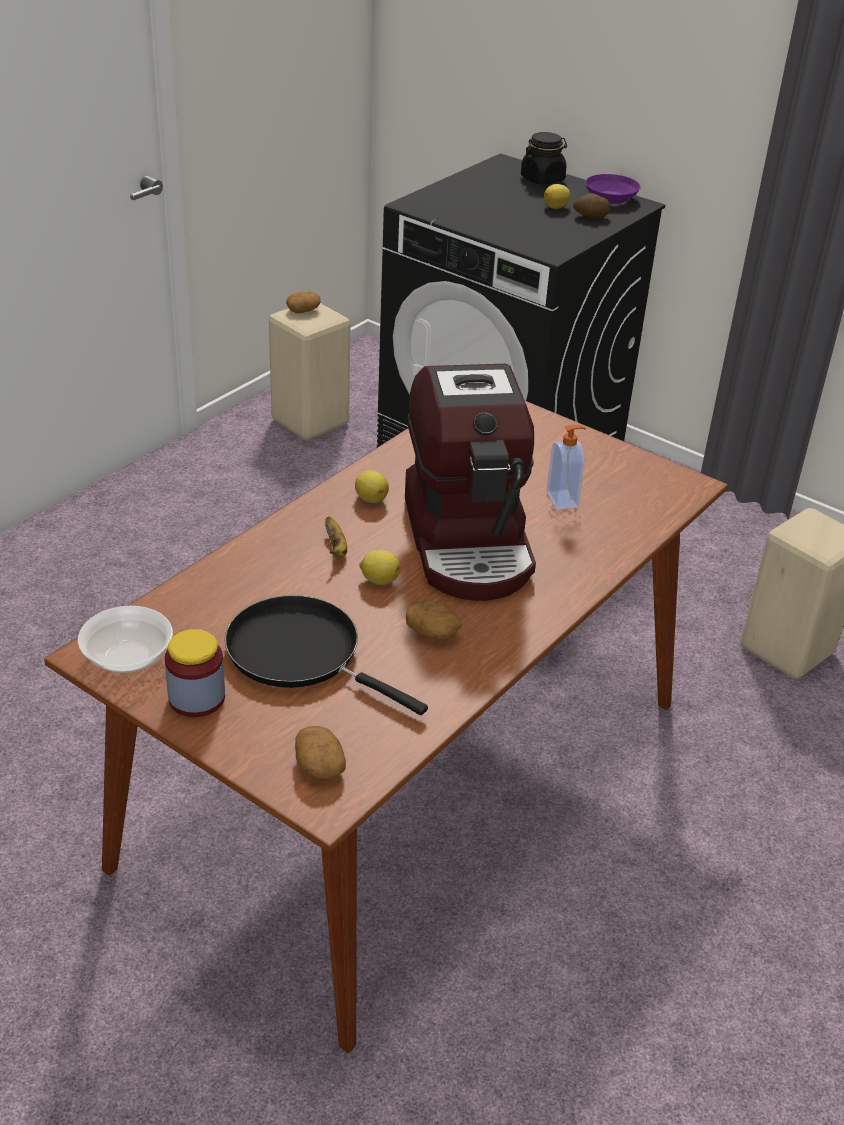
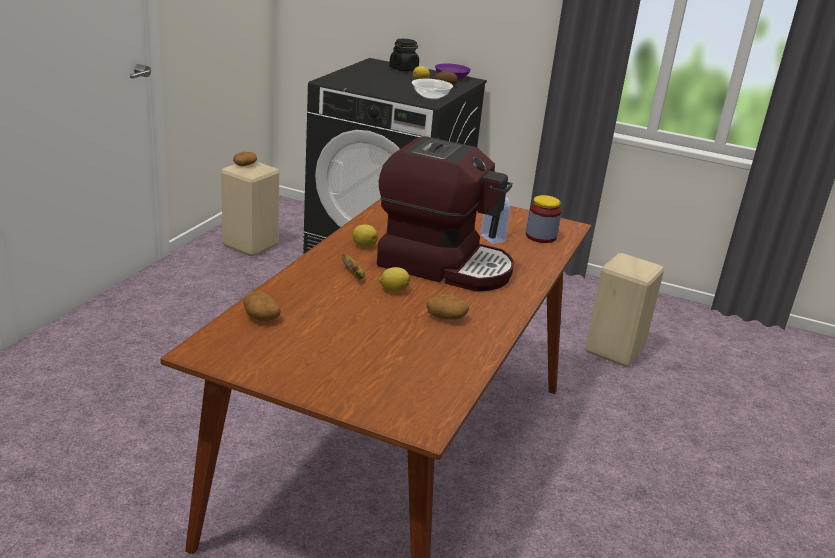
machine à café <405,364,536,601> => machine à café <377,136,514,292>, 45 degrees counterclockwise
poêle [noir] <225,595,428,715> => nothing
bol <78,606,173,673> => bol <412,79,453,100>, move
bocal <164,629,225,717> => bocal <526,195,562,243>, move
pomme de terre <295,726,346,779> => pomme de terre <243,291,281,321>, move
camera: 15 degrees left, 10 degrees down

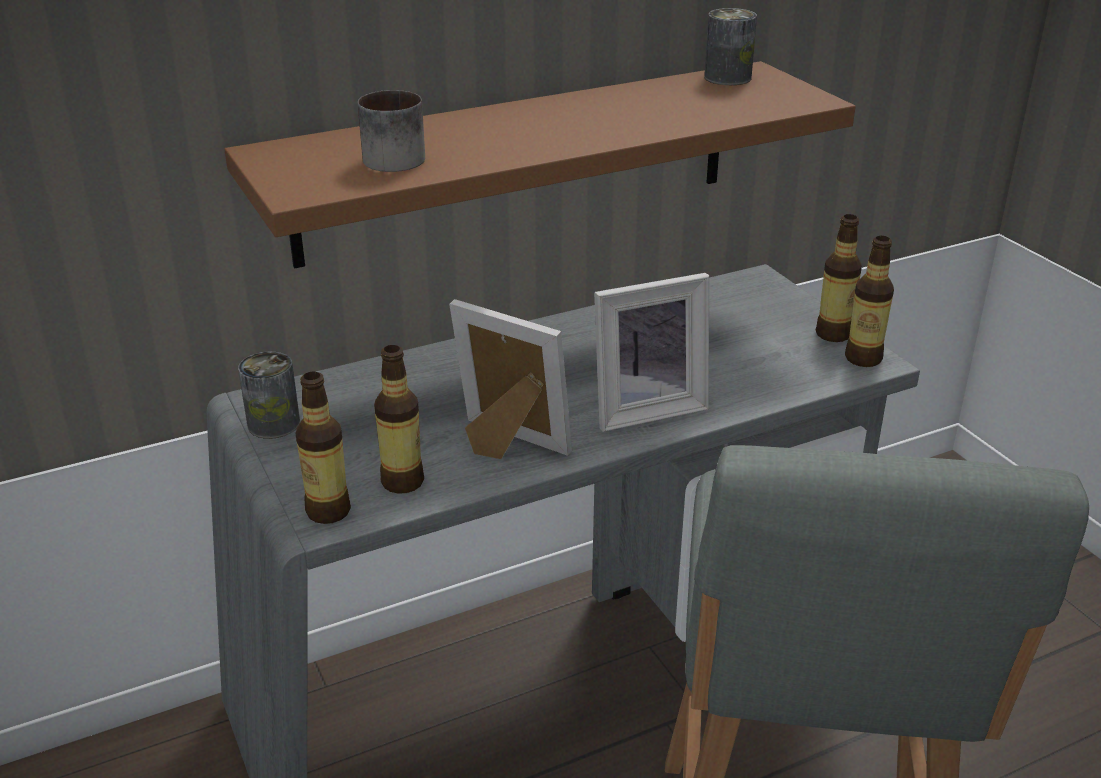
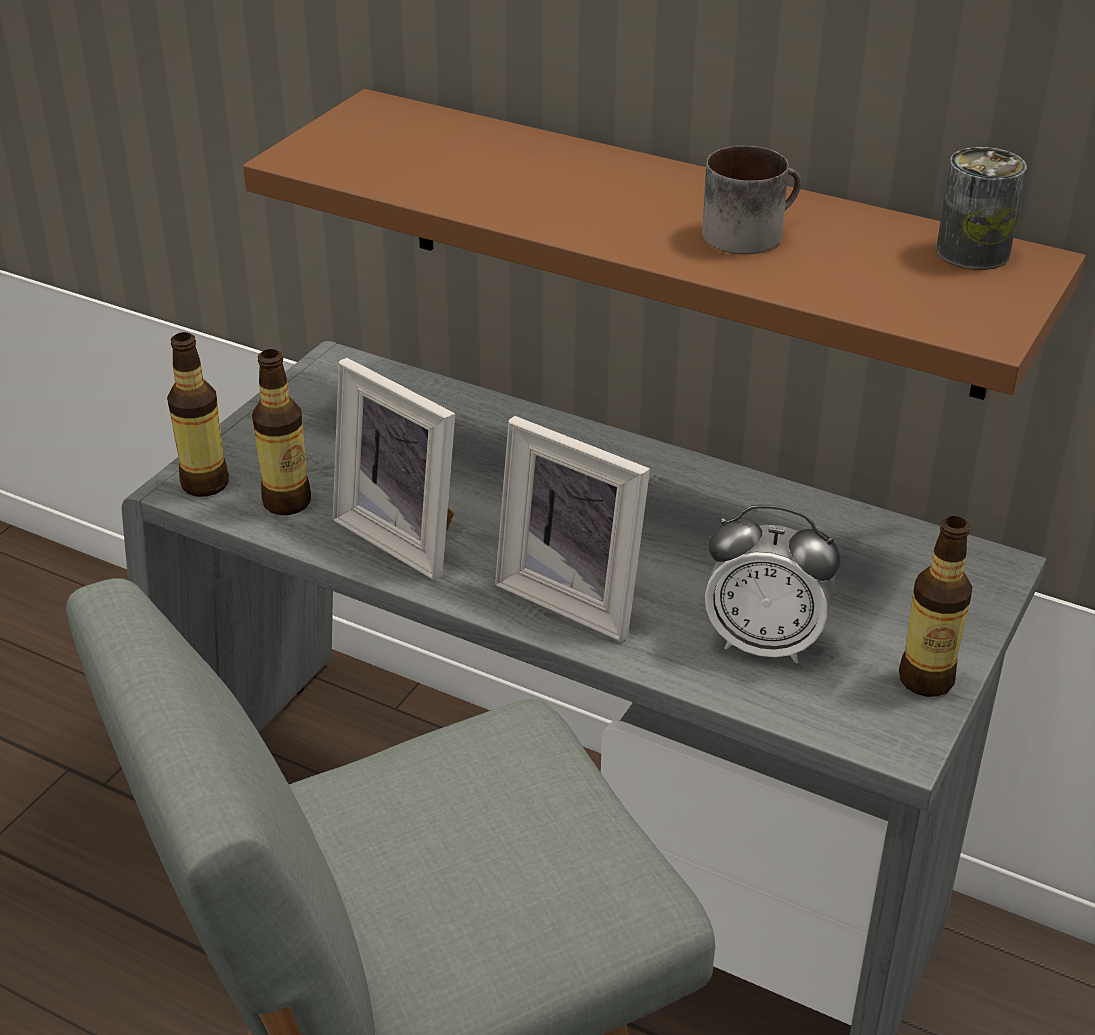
mug <358,90,425,172> => mug <702,146,801,254>, move
bouteille <845,236,894,367> => nothing
cadre photo <449,299,572,459> => cadre photo <333,358,455,580>, 135 degrees clockwise
boîte métallique <238,352,300,439> => nothing
nothing => réveil <705,505,840,663>
camera: 55 degrees right, 5 degrees up

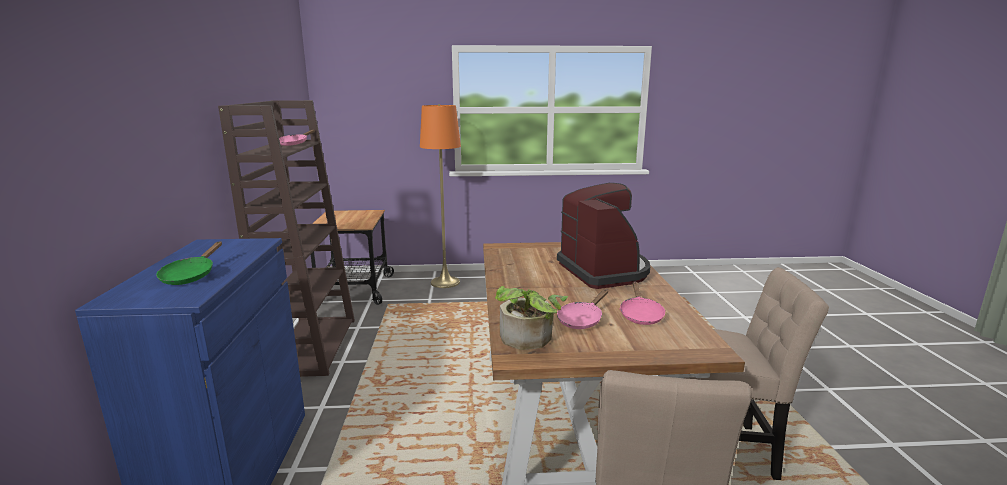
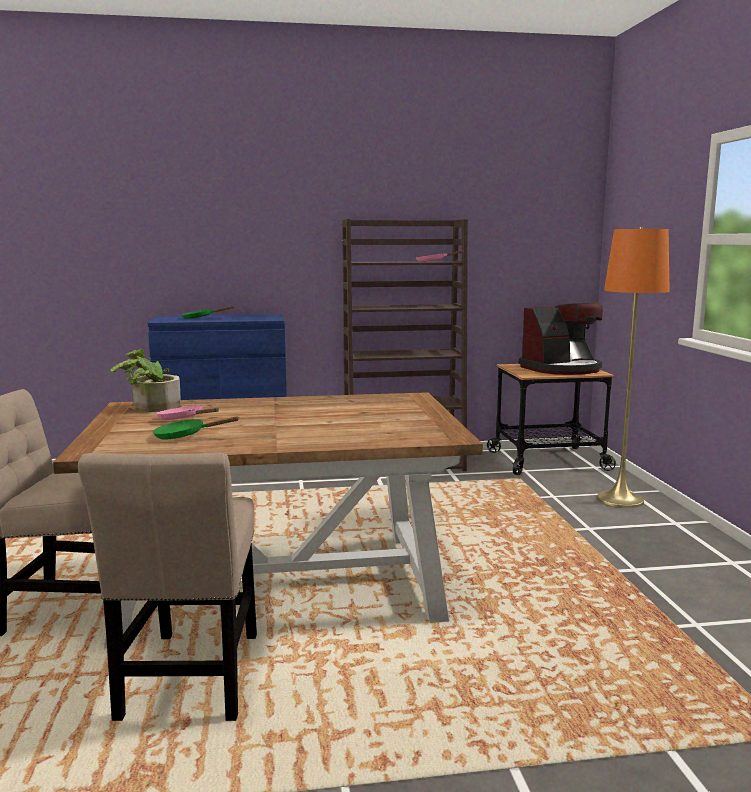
machine à café <557,183,650,289> => machine à café <519,303,603,375>, move
poêle [rose] <619,282,666,325> => poêle [vert] <153,416,240,440>
camera: 85 degrees right, 5 degrees down

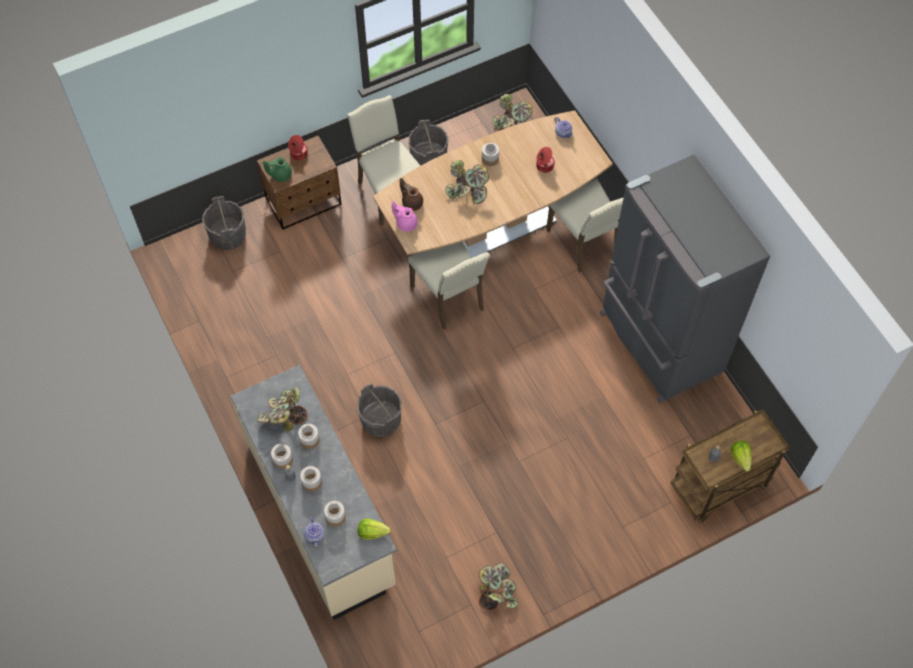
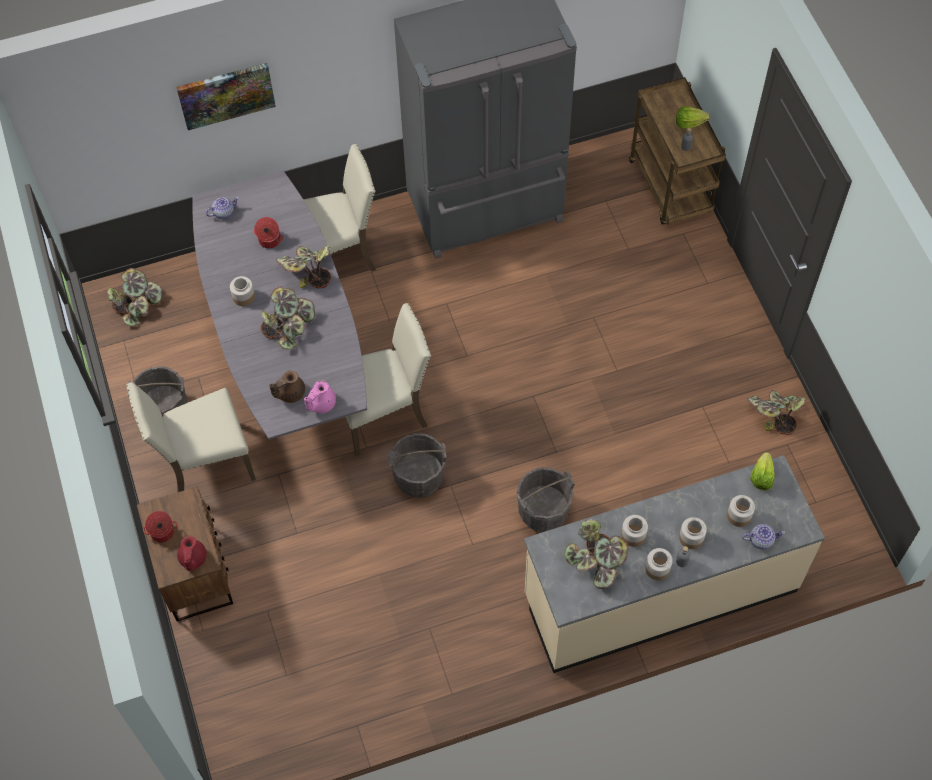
table à manger [marron] <373,110,613,258> => table à manger [gris] <192,171,367,440>
théière [vert] <263,157,292,182> => théière [rouge] <177,536,207,571>
seau [gris] <202,196,246,250> => seau [gris] <388,433,446,498>, move
nothing => tableau <176,63,276,130>
nothing => plante en pot <276,246,331,288>
camera: 80 degrees left, 0 degrees up

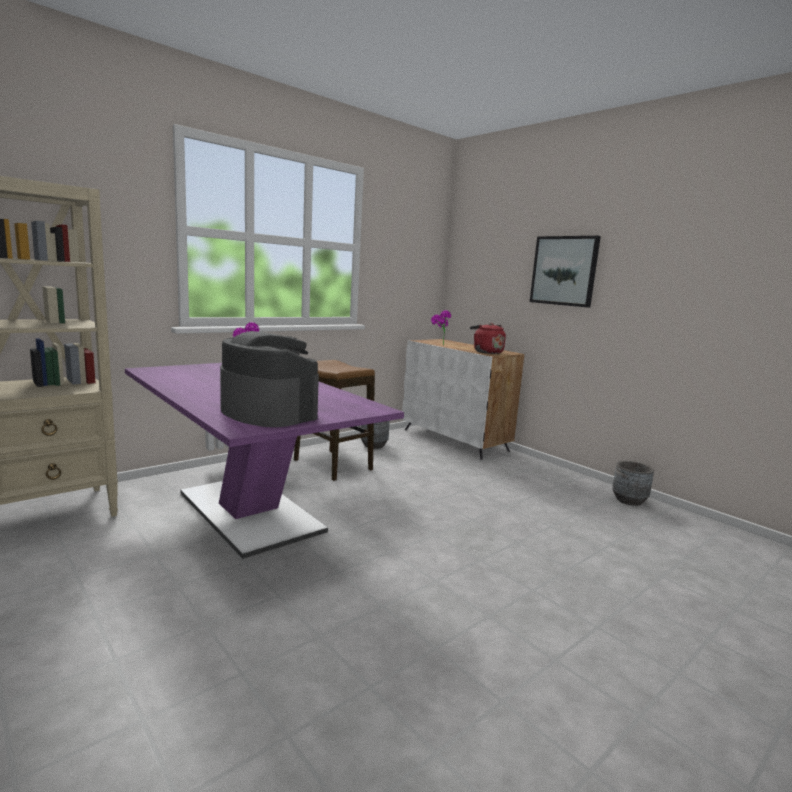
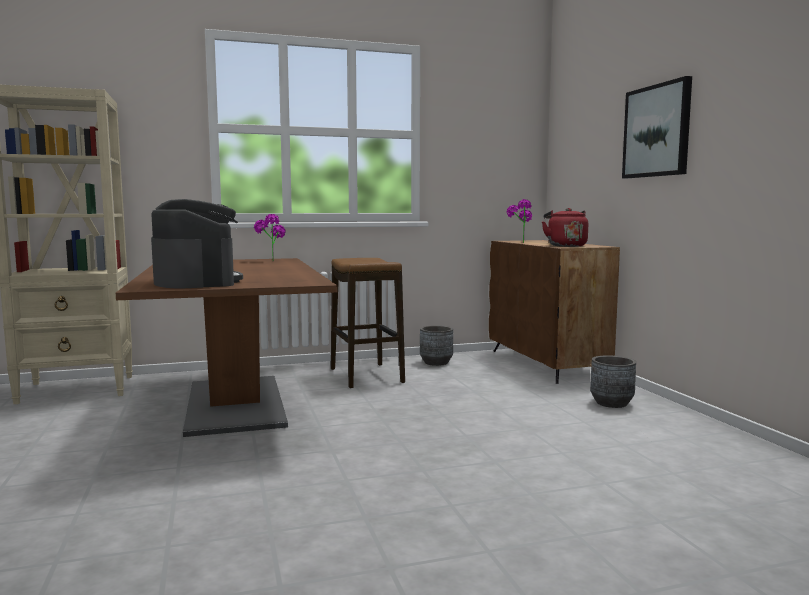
meuble de rangement [blanc] <402,339,524,460> => meuble de rangement [marron] <489,240,620,384>
table à manger [violet] <125,363,404,559> => table à manger [marron] <116,258,337,437>
cache-pot [gris] <612,461,654,506> => cache-pot [gris] <590,355,636,408>, move
camera: 25 degrees right, 5 degrees down

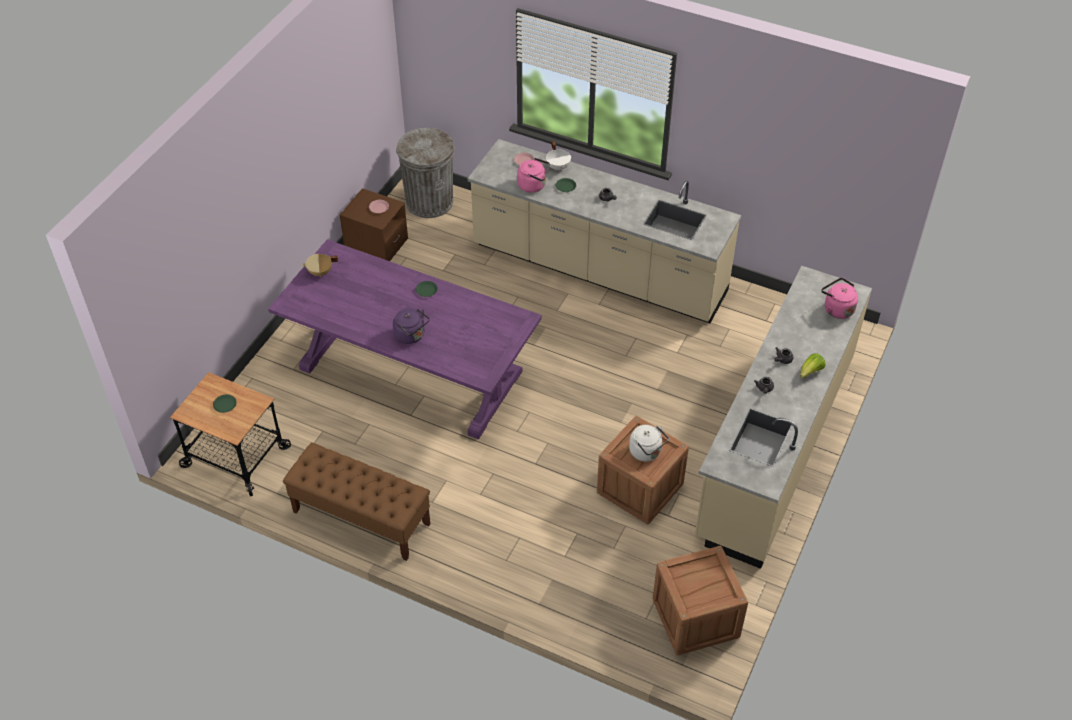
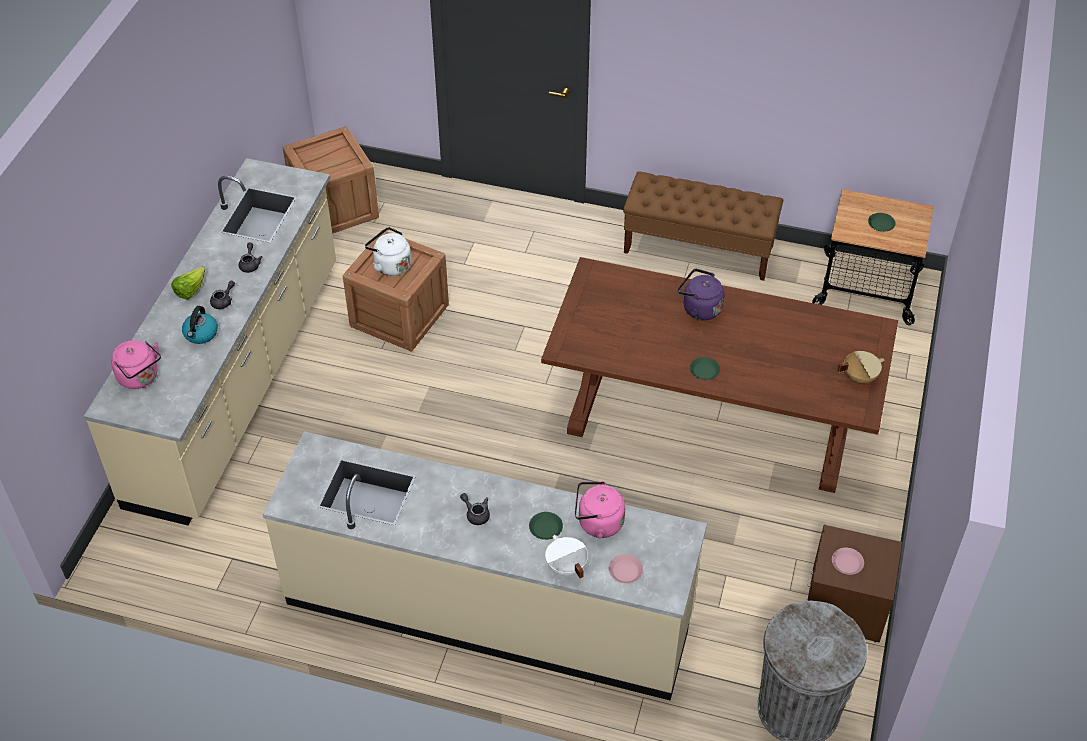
table à manger [violet] <268,239,542,439> => table à manger [marron] <541,257,898,493>
nothing => bouilloire <182,306,218,344>
camera: 170 degrees right, 0 degrees up

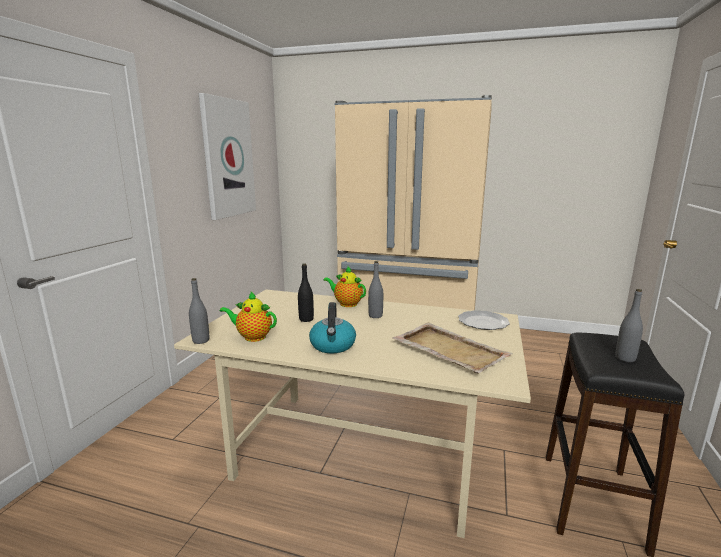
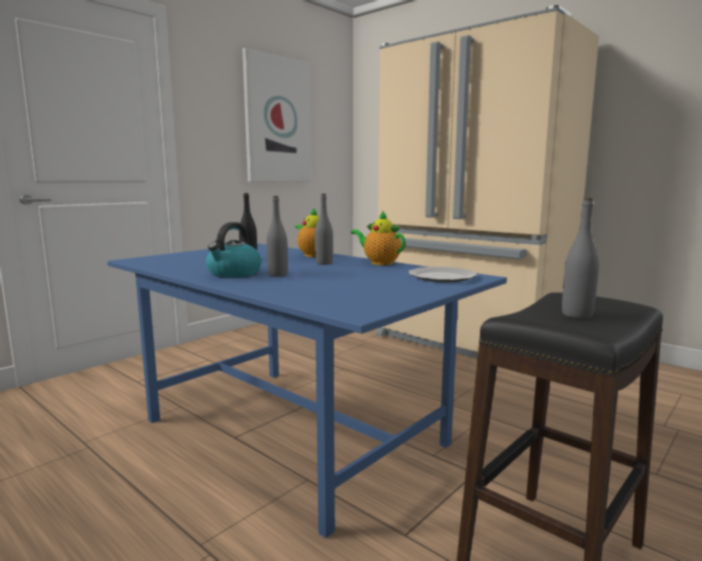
bouteille [gris] <189,278,209,344> => bouteille [gris] <267,196,288,277>, move
table à manger [beige] <174,290,531,538> => table à manger [bleu] <107,243,507,538>
théière <220,292,277,342> => théière <351,211,405,265>, move
plateau [beige] <392,323,513,373> => nothing
camera: 25 degrees right, 5 degrees down

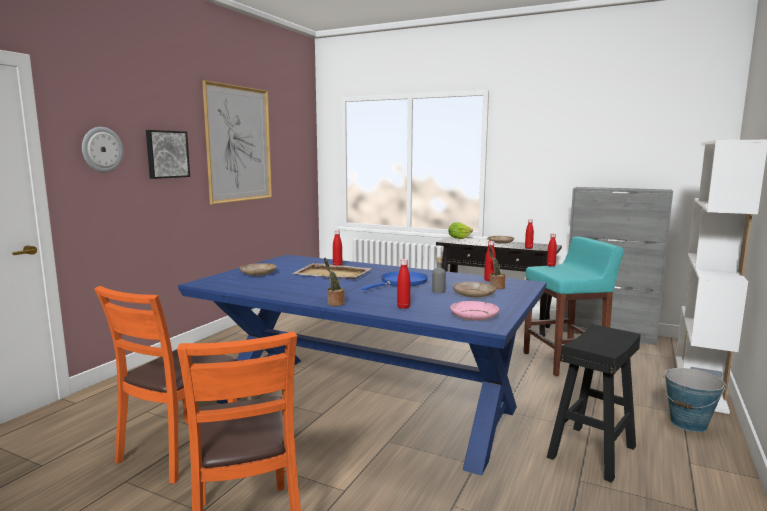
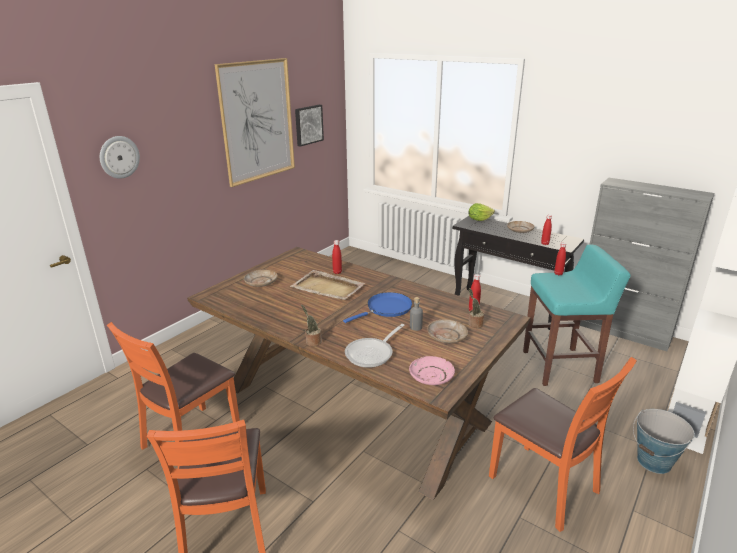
tableau <146,130,190,179> => tableau <295,105,324,147>, move
table à manger [bleu] <178,255,547,476> => table à manger [marron] <187,247,530,500>
bouteille [rouge] <397,259,410,309> => poêle <345,324,405,368>
tabouret [noir] <547,324,641,483> => chaise [orange] <489,357,637,532>
camera: 10 degrees right, 15 degrees up

